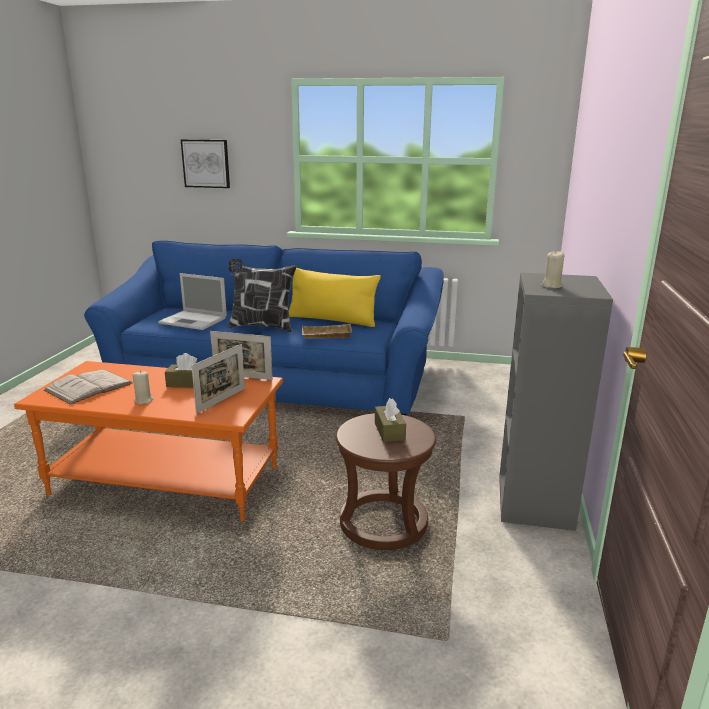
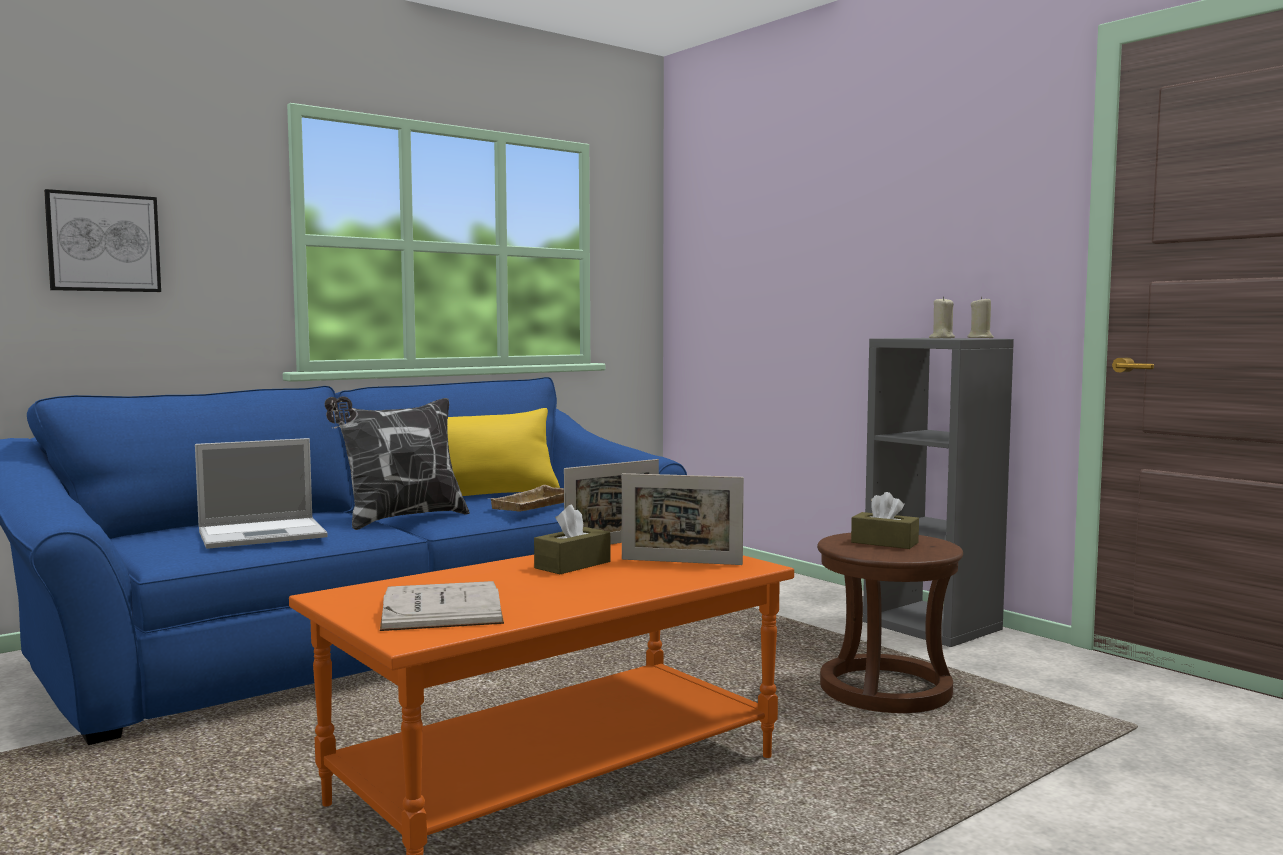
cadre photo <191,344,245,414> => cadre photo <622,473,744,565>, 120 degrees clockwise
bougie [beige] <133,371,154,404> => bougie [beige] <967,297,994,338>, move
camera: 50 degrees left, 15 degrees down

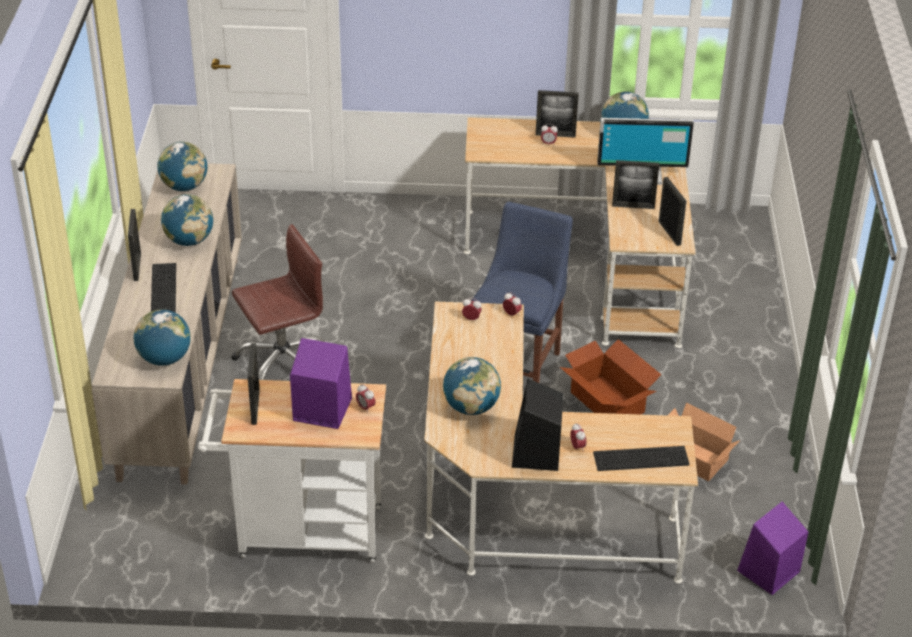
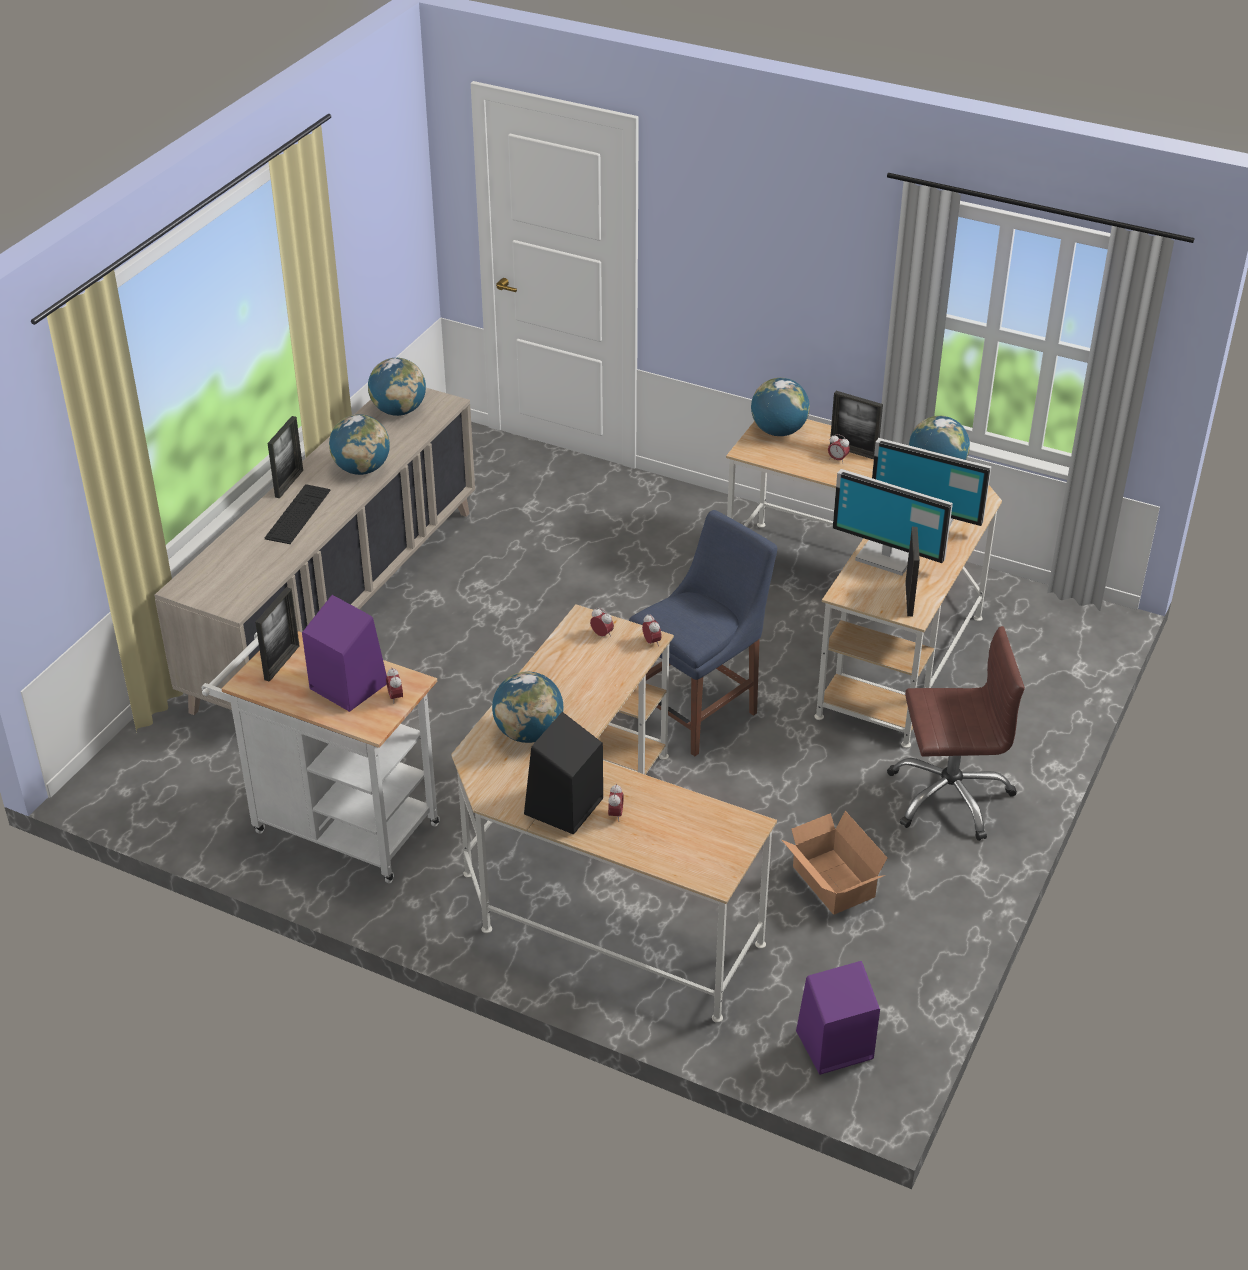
cadre photo <612,160,659,209> => écran d'ordinateur <833,469,953,576>
chaise de bureau [marron] <231,224,325,380> => chaise de bureau [marron] <887,626,1025,841>, move
globe <134,309,191,366> => globe <751,378,810,436>, move
carton <560,339,662,415> => nothing
clavier <593,446,690,471> => nothing
camera: 25 degrees right, 0 degrees up

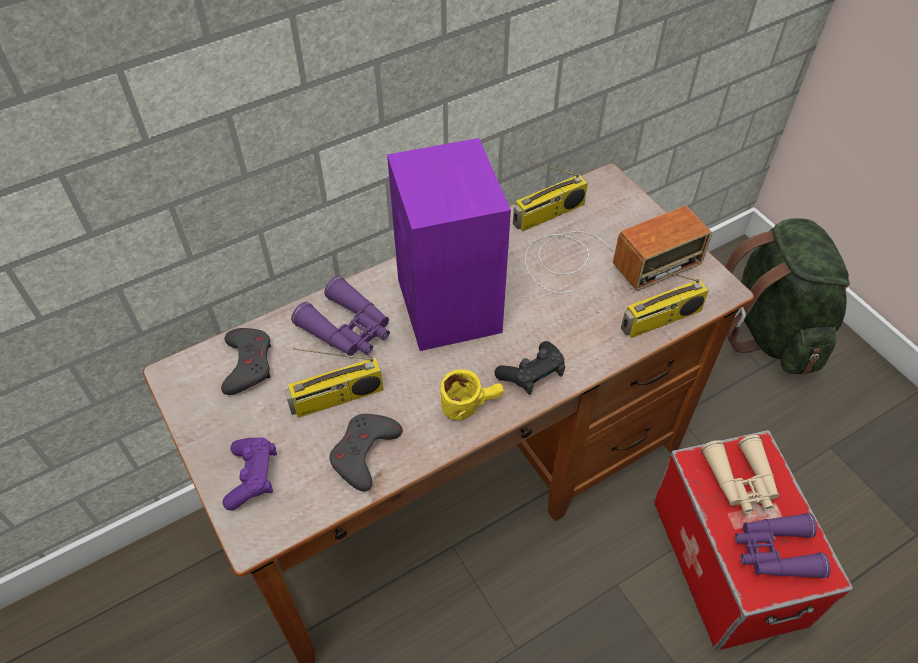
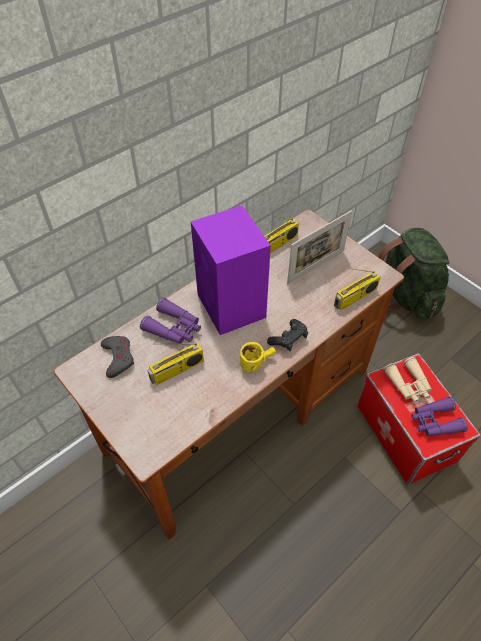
radio <525,206,712,293> => cadre photo <287,211,352,284>
manette [gris] <329,414,403,492> => nothing
manette [violet] <223,437,277,511> => nothing
camera: 10 degrees left, 0 degrees up

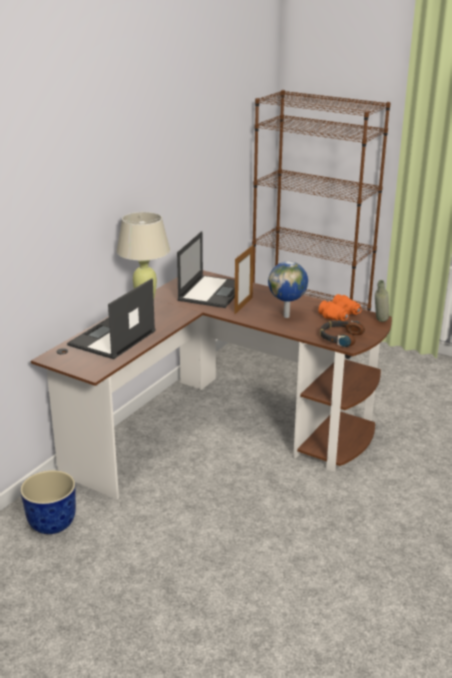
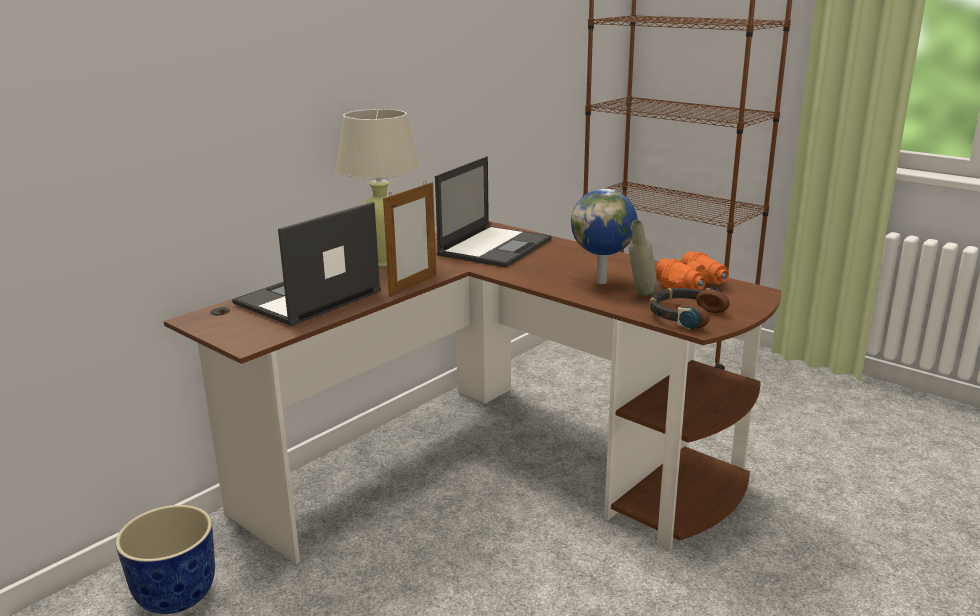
cadre photo <234,245,254,314> => cadre photo <383,181,436,297>, move
bouteille [gris] <375,280,389,322> => bouteille [gris] <629,220,657,296>, move
camera: 10 degrees right, 5 degrees down

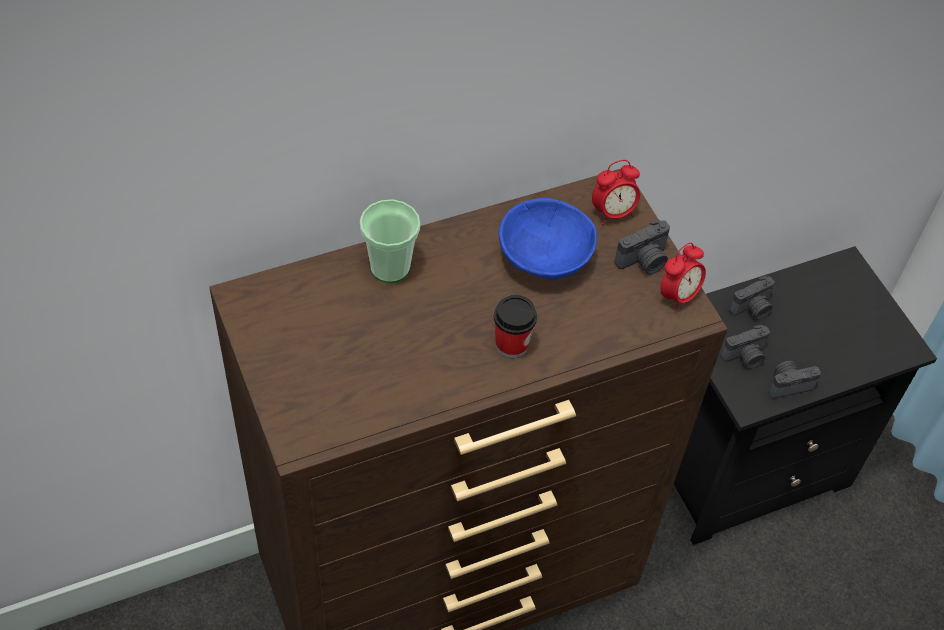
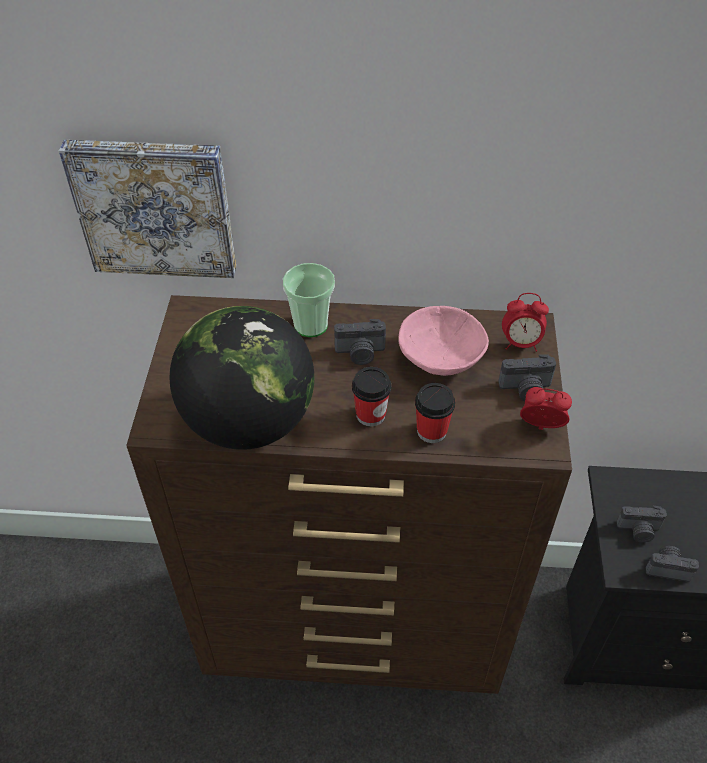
bol [bleu] <499,198,597,279> => bol [rose] <398,306,489,376>
réveil <661,243,706,312> => réveil <520,387,572,430>, 150 degrees counterclockwise
appareil photo <729,276,775,320> => appareil photo <334,319,386,365>, move
nothing => tableau <59,139,236,278>
nothing => globe <169,306,314,450>
nothing => tasse <415,383,455,443>
camera: 30 degrees right, 5 degrees down

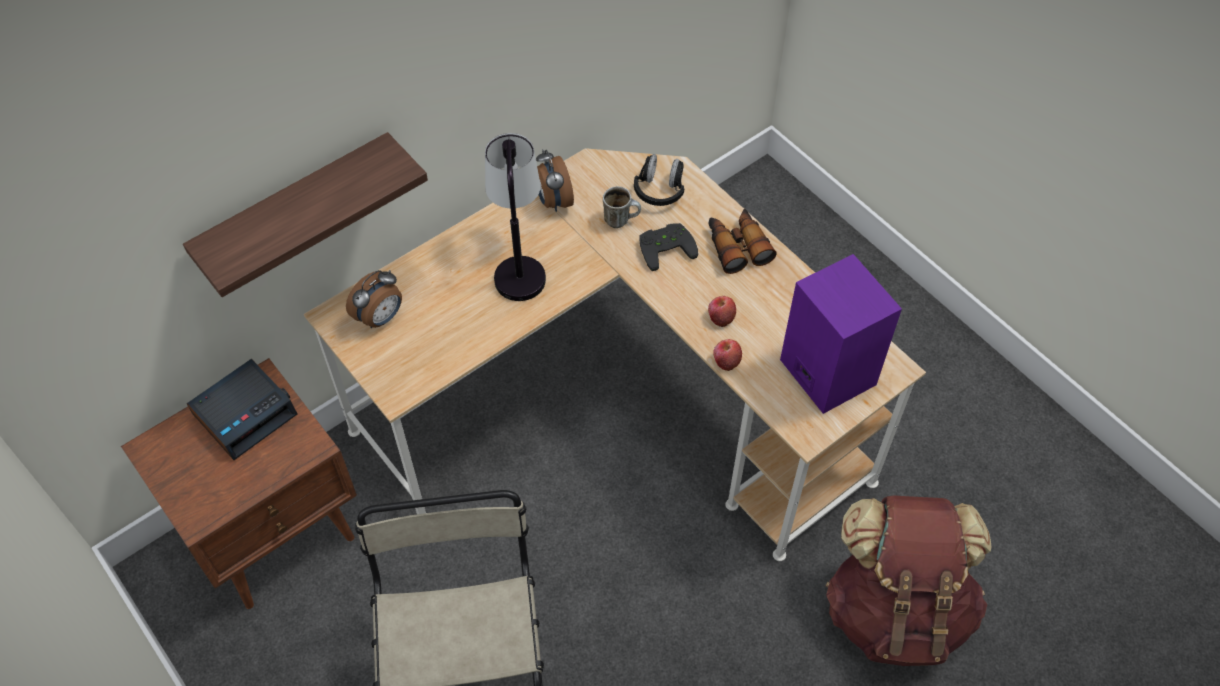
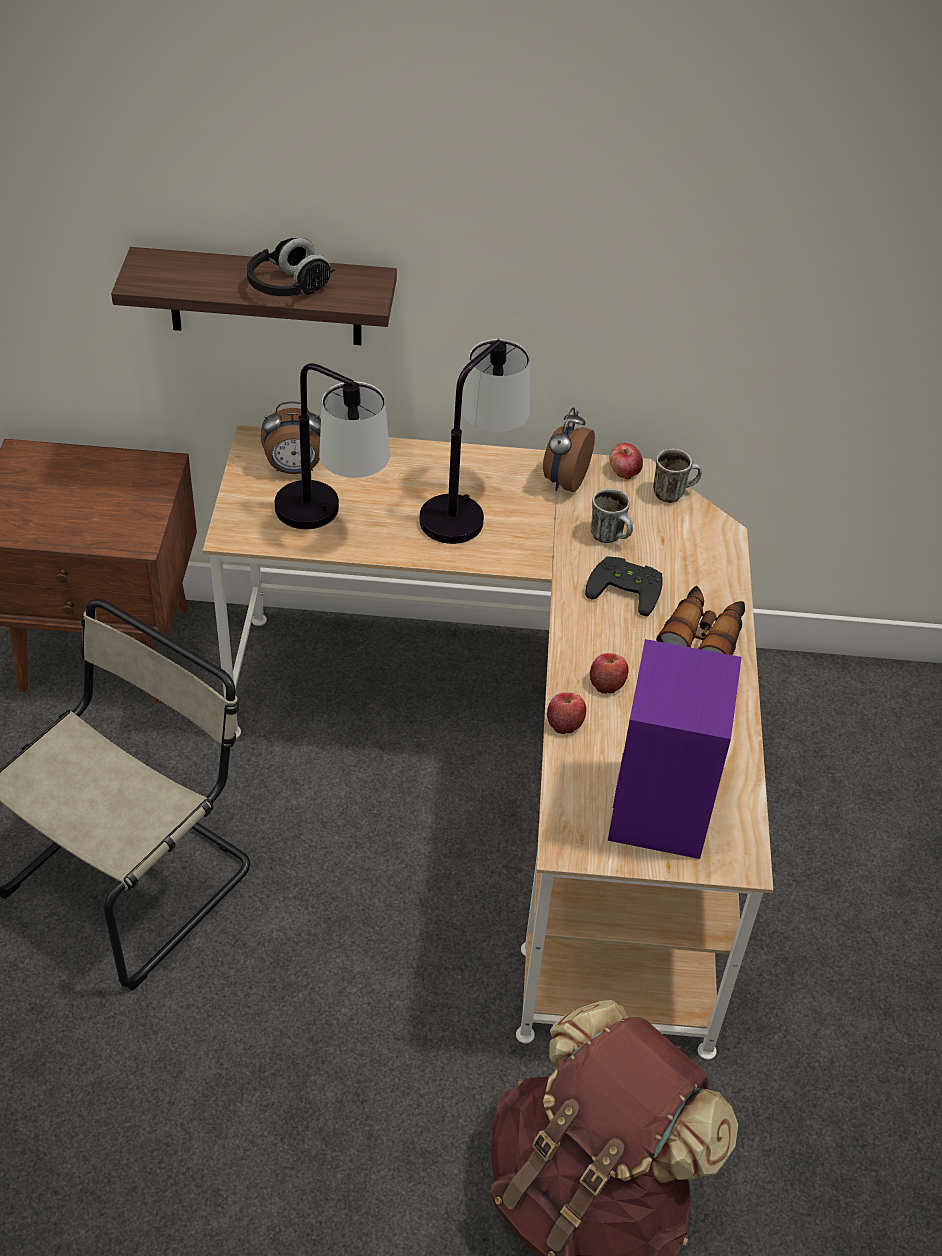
casque audio [noir] <634,154,684,206> => casque audio [noir] <247,238,335,296>, move
réveil <187,359,297,460> => nothing
nothing => lampe de table <274,363,390,529>
nothing => pomme <609,443,643,480>
nothing => mug <653,449,702,503>
camera: 40 degrees right, 10 degrees down

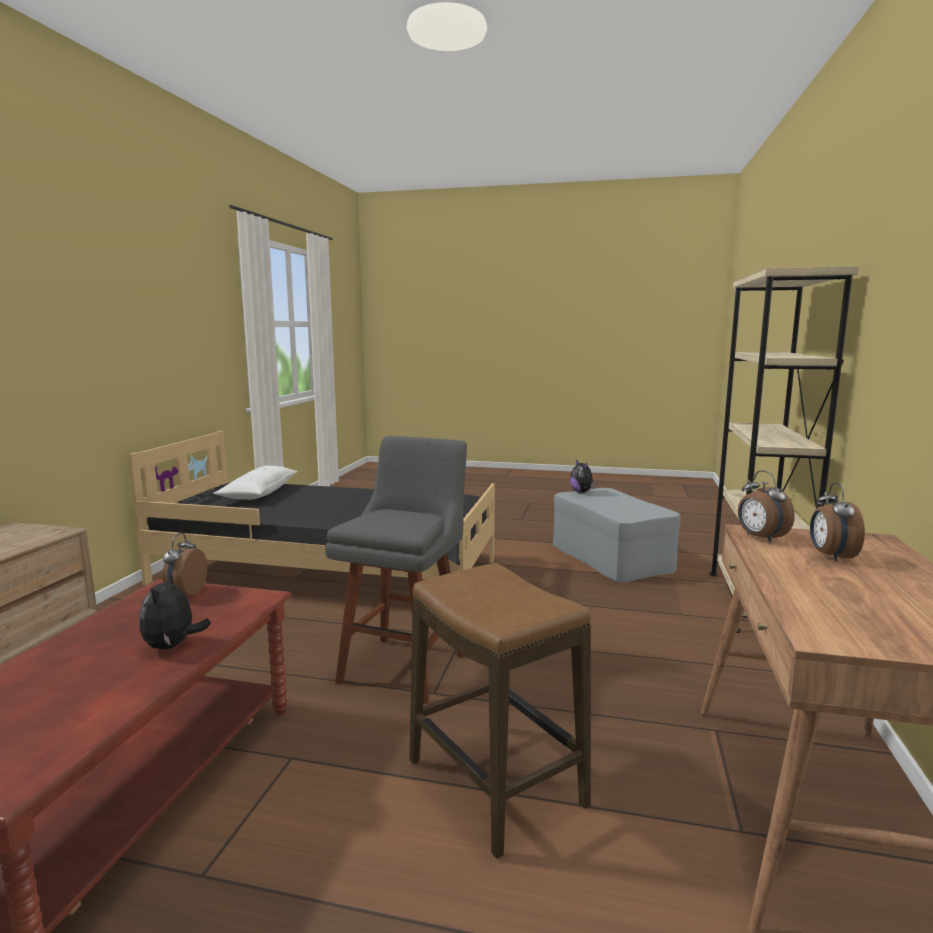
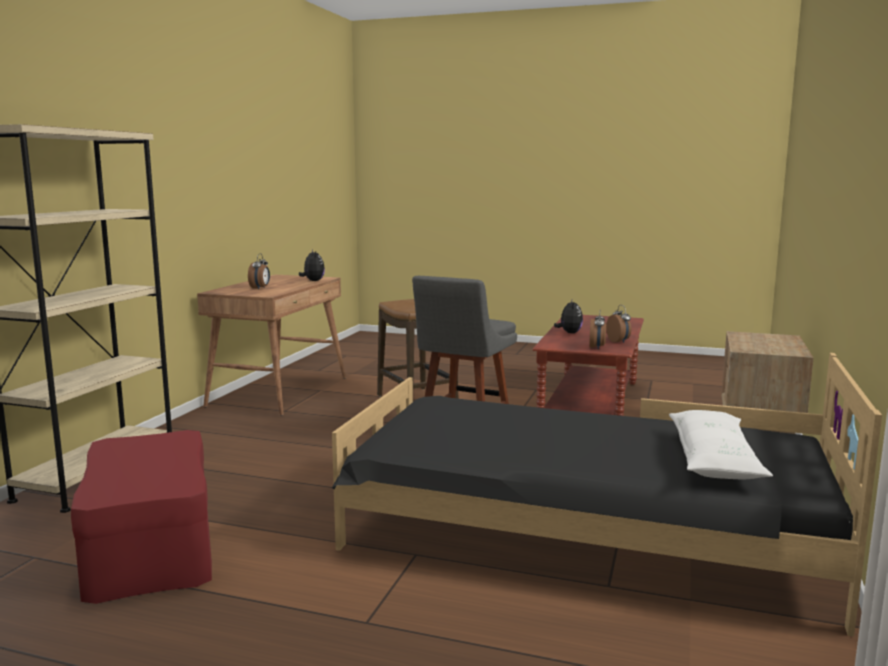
peluche <570,460,596,493> => peluche <299,250,325,281>, move
réveil <738,470,795,543> => réveil <606,305,631,343>, move
pouf [gris] <553,488,681,582> => pouf [rouge] <71,430,212,604>
camera: 175 degrees left, 0 degrees up

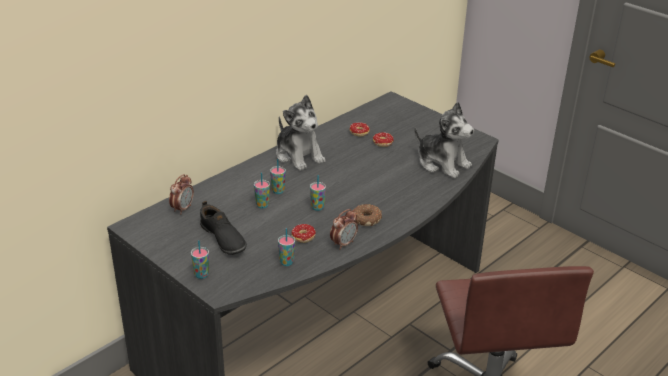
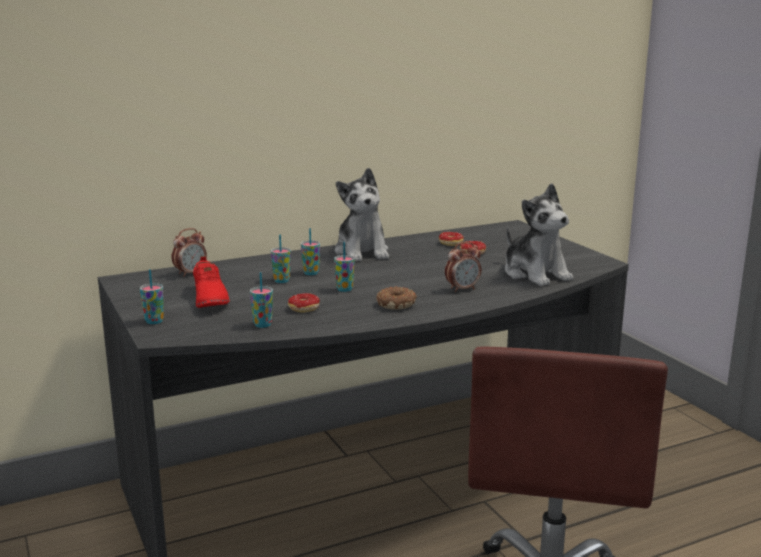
chaussure [noir] <200,201,247,255> => chaussure [rouge] <193,256,230,308>
réveil <330,209,358,250> => réveil <445,242,481,292>, move
camera: 20 degrees right, 15 degrees down

